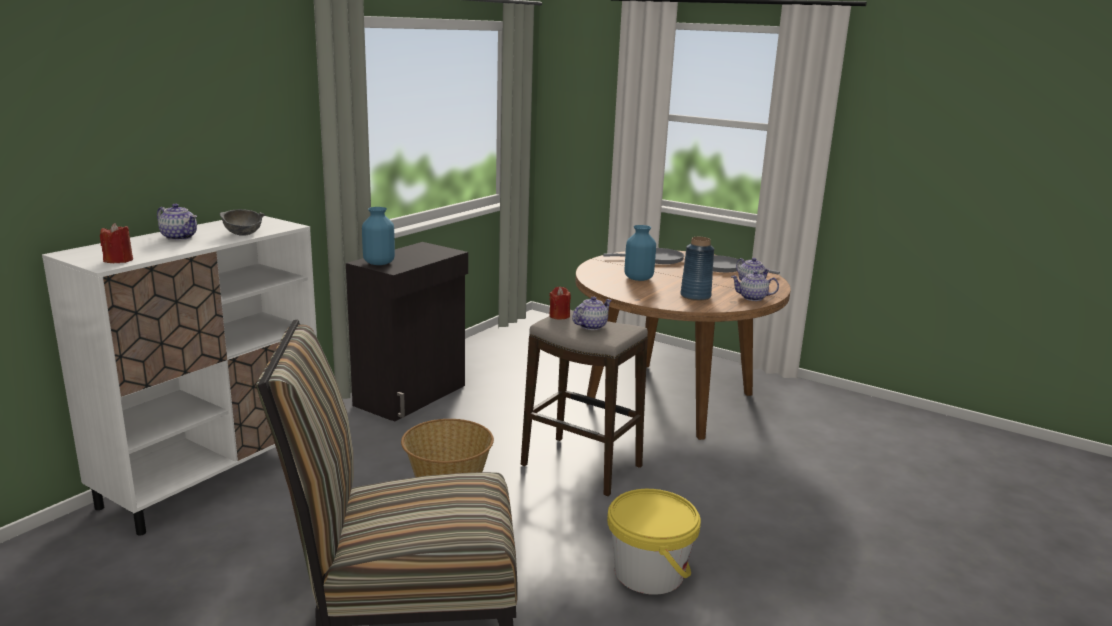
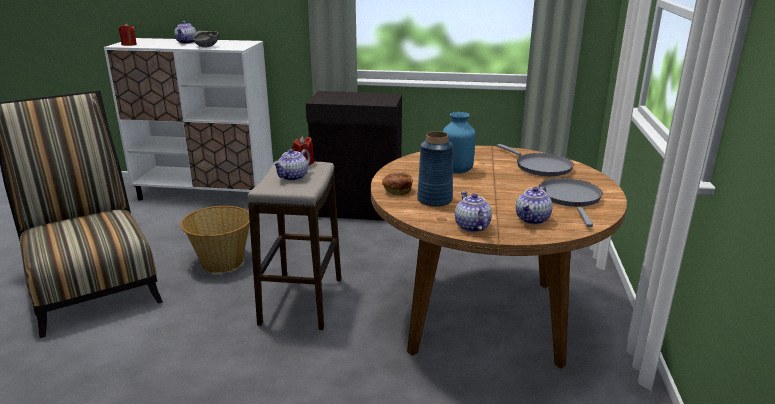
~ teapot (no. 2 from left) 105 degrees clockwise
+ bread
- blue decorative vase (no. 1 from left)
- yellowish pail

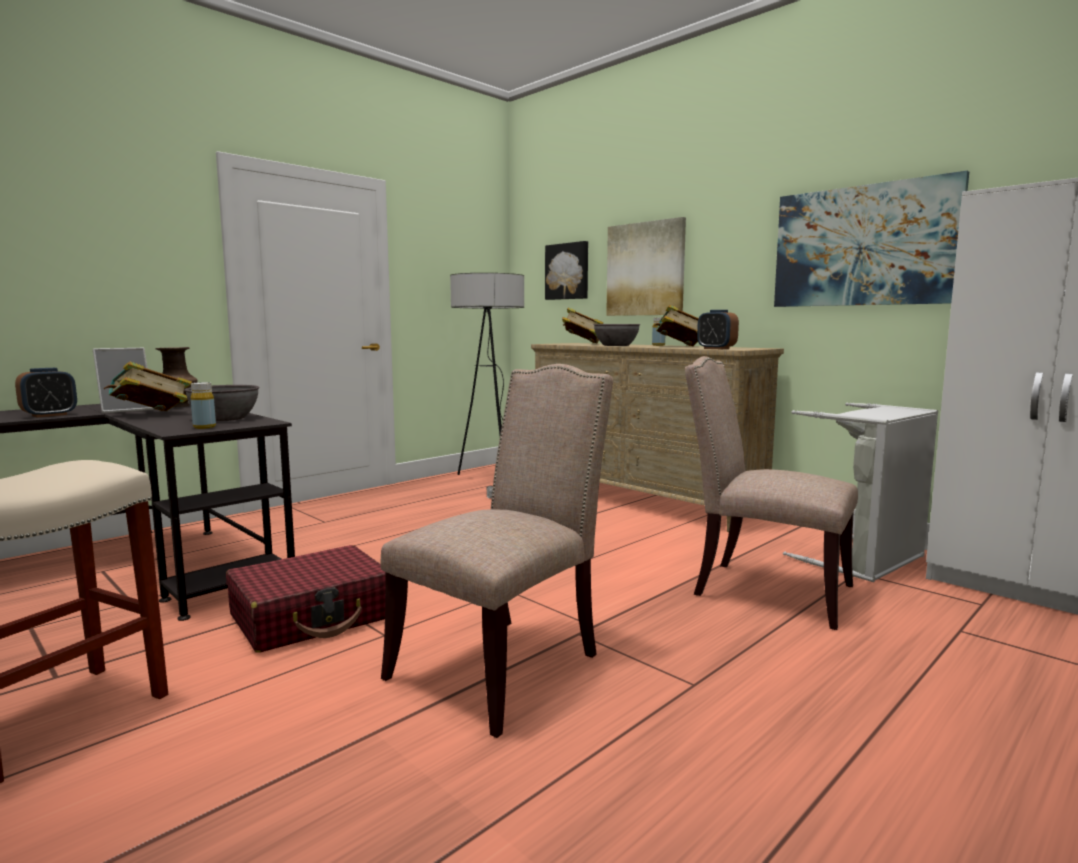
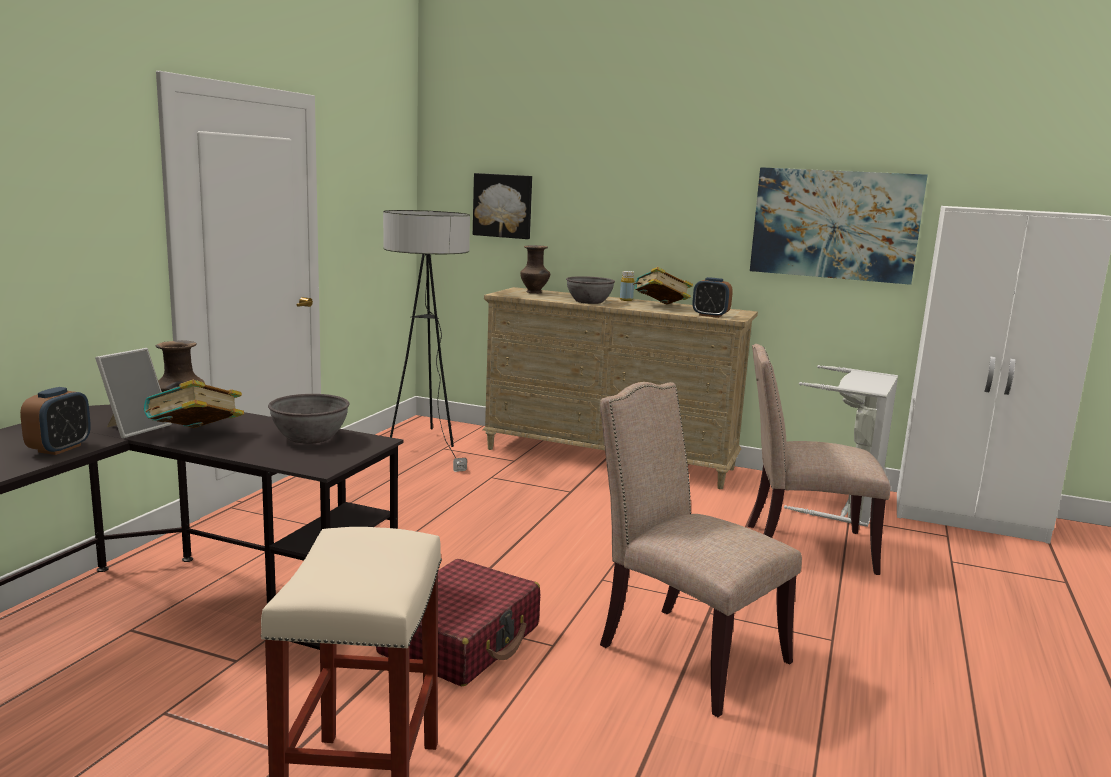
~ book (no. 2 from left) to brown decorative vase (no. 2 from left)
~ beige chair (no. 1 from left) 60 degrees counterclockwise
- yellowish drink bottle (no. 1 from left)
- wall picture (no. 2 from left)

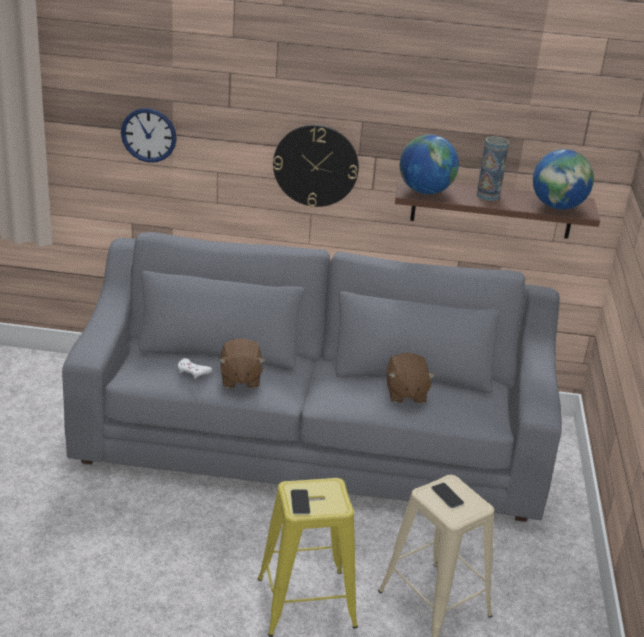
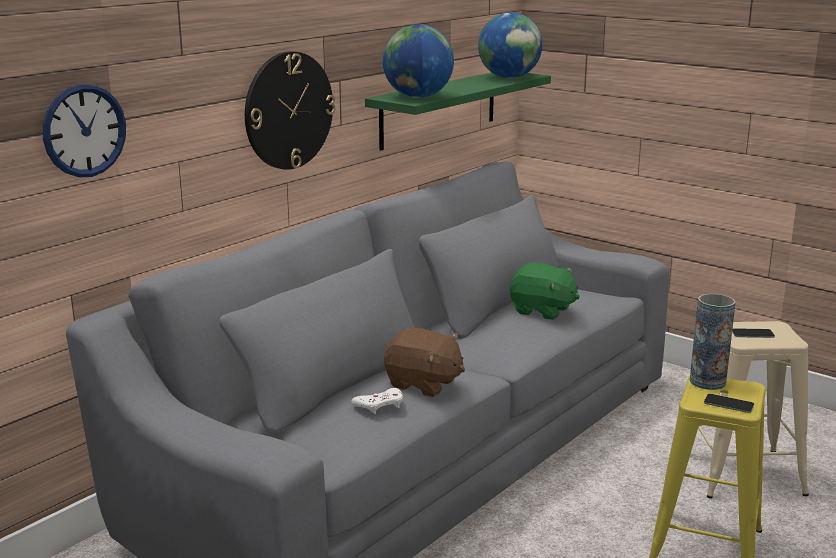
~ brown wall shelf to green wall shelf
~ brown soft toy (no. 2 from left) to green soft toy
~ decorative vase

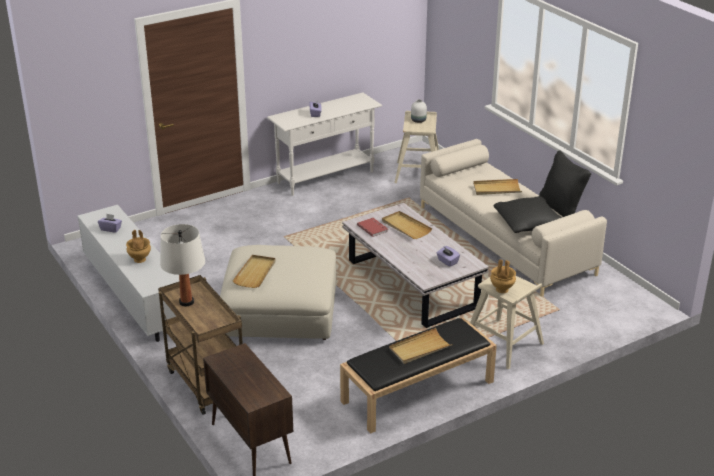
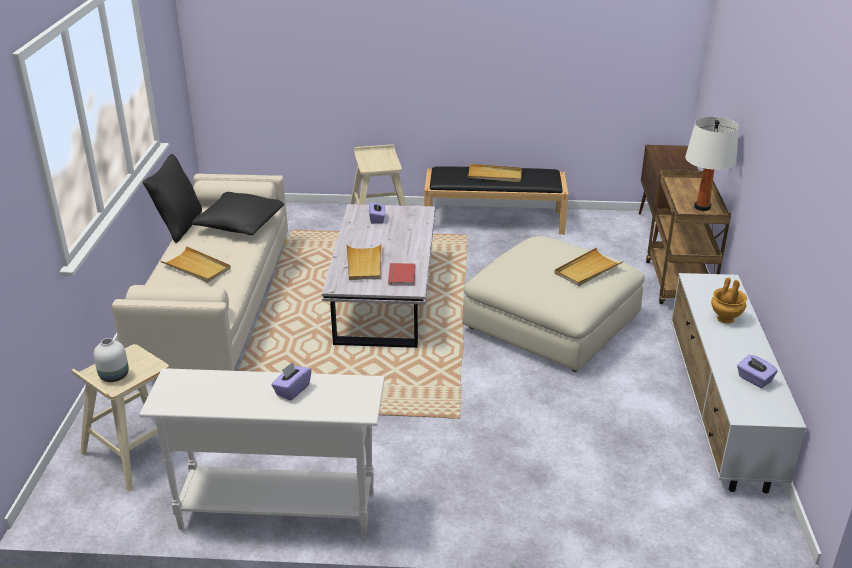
- brown decorative vase (no. 2 from left)

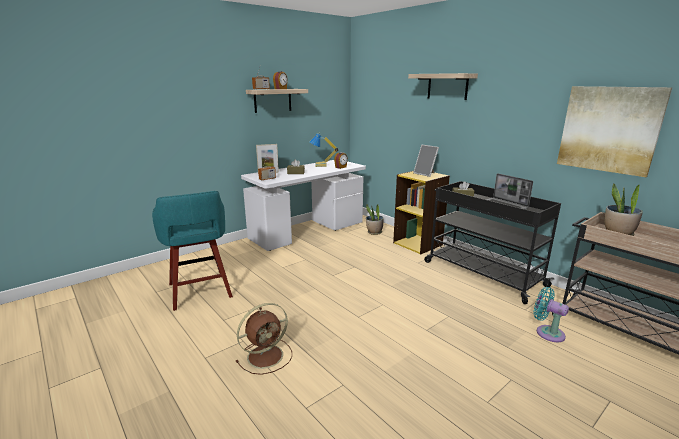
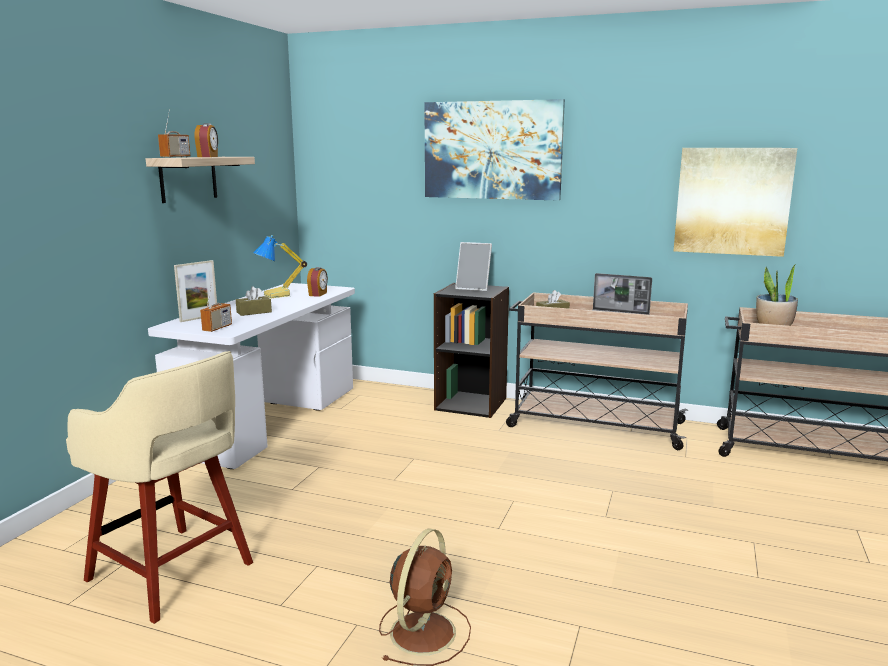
~ turquoise-coloured stool to beige stool
~ wall shelf (no. 2 from left) to wall picture (no. 1 from left)
~ yellowish bookshelf to blackish bookshelf
~ blackish cart to beige cart (no. 1 from left)
- plant in a pot (no. 1 from left)
- turquoise-coloured electric fan

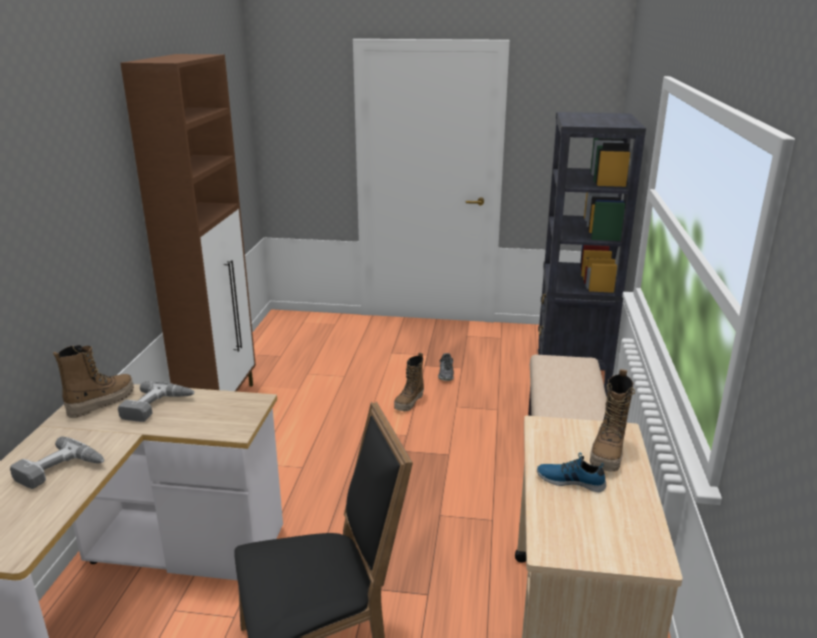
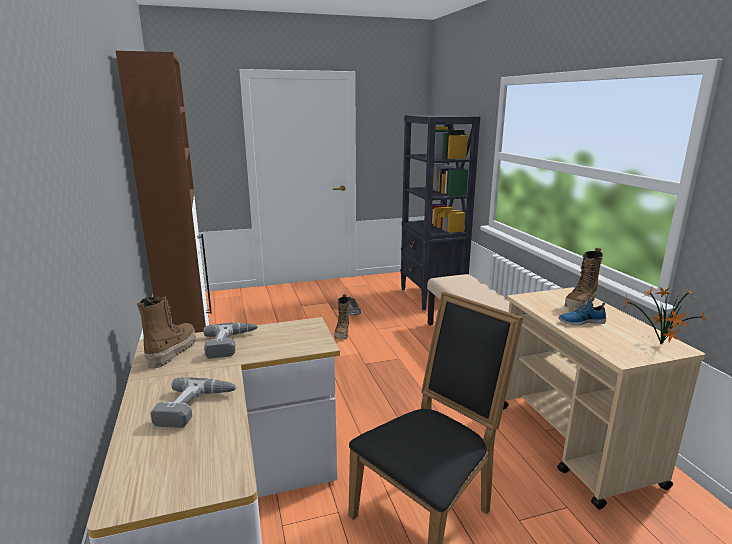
~ high-top boot (no. 3 from left) 45 degrees clockwise
+ plant in a pot

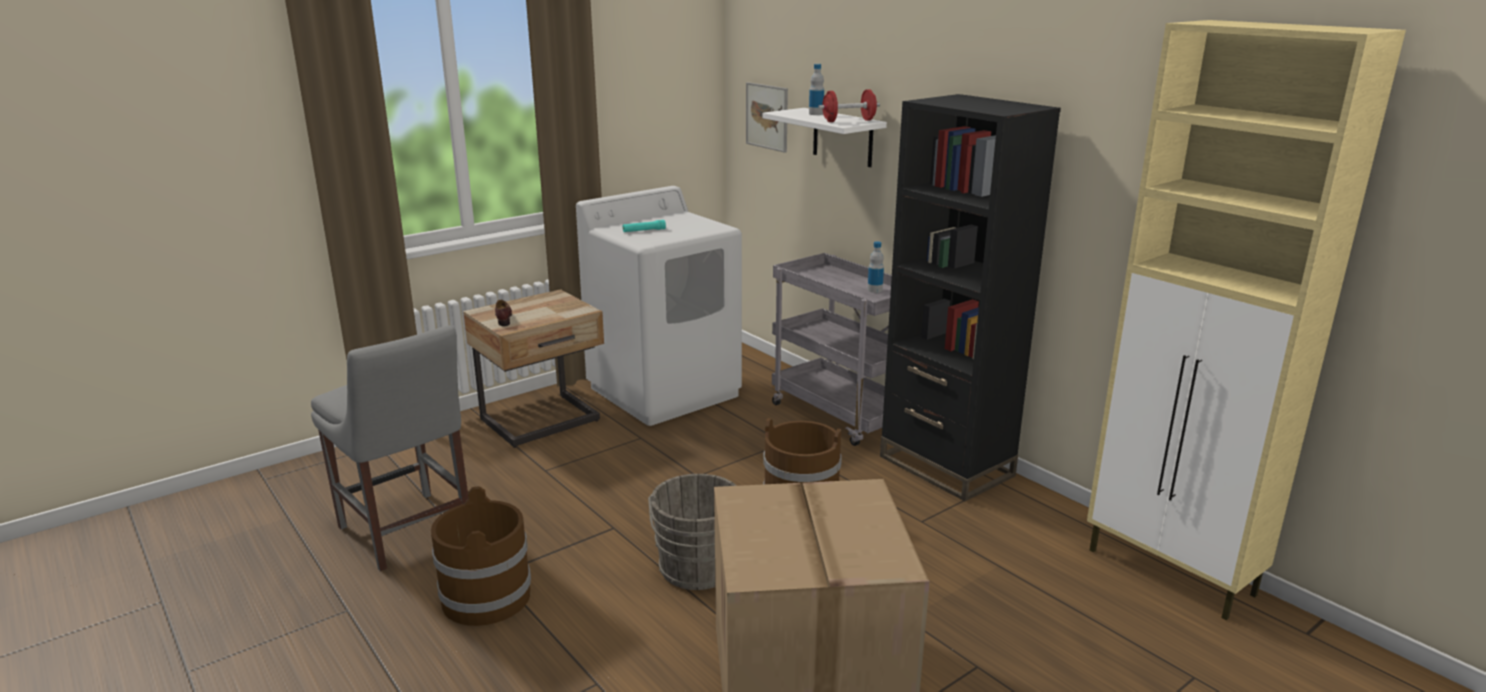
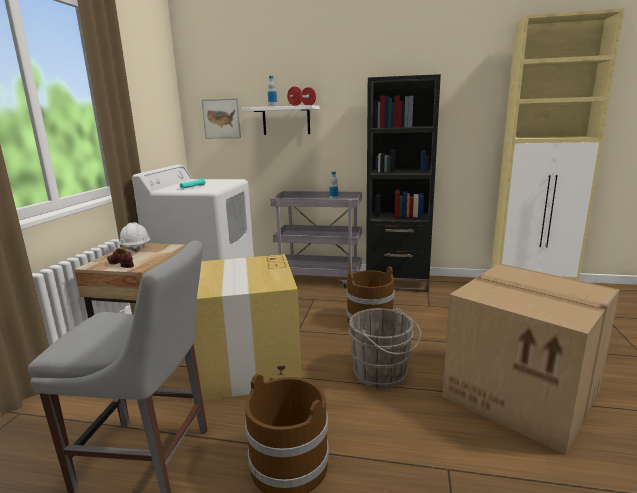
+ white work helmet
+ carton (no. 1 from left)

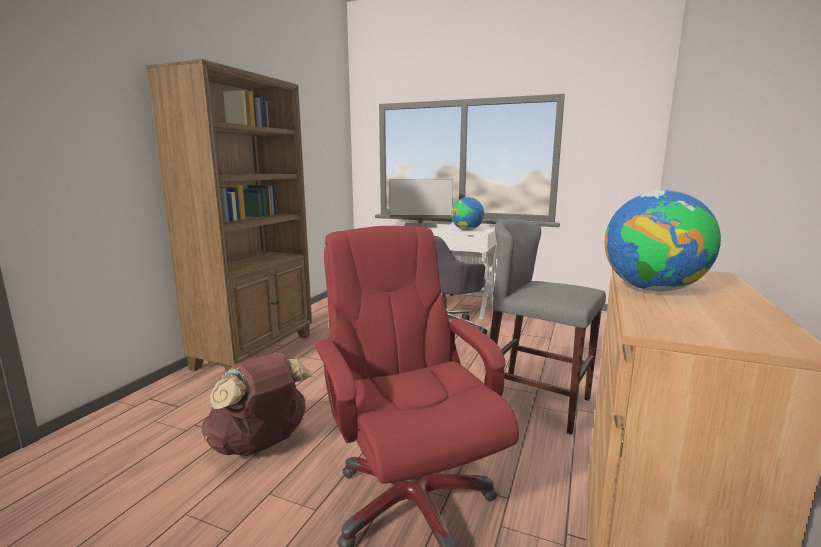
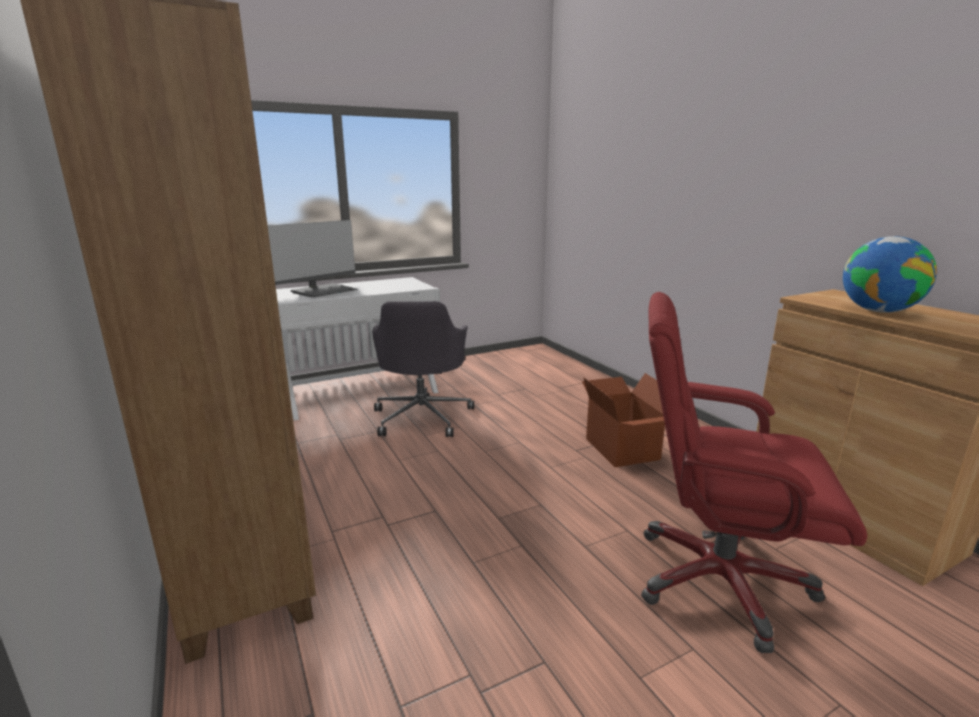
~ greyish stool to carton
- brown knapsack
- desk globe (no. 1 from left)

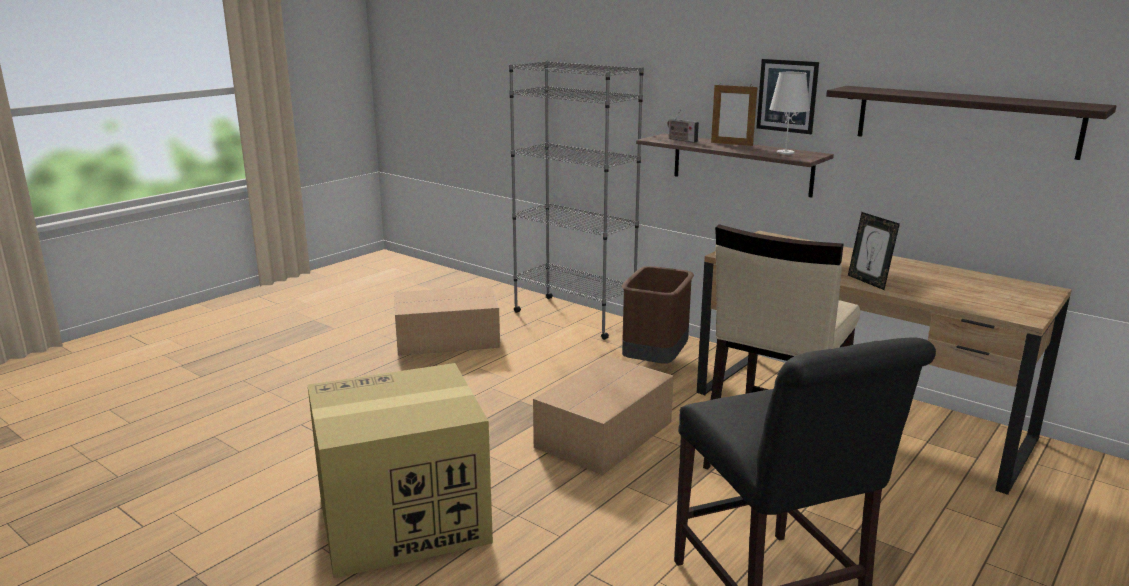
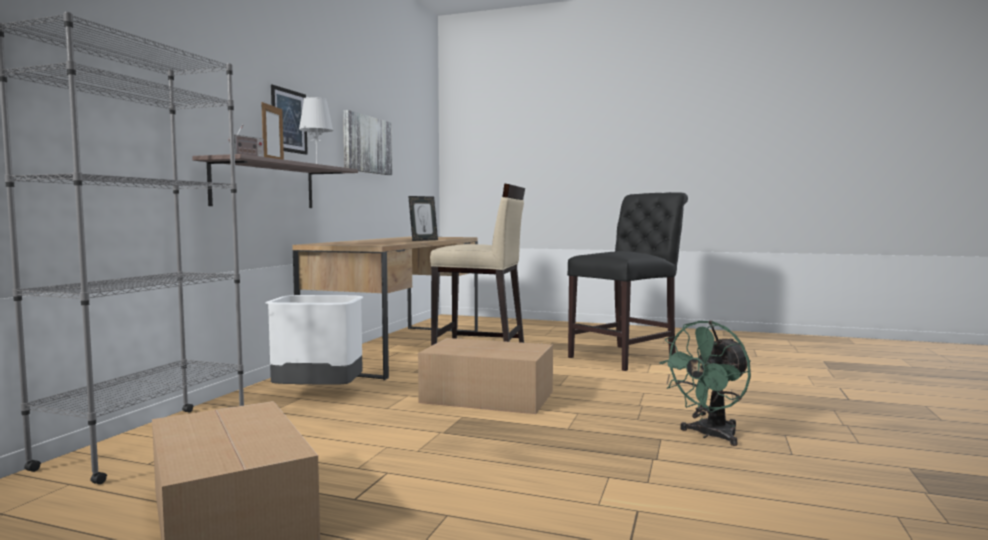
~ brown waste bin to white waste bin
~ wall shelf (no. 2 from left) to wall picture (no. 2 from left)
~ carton (no. 1 from left) to green electric fan

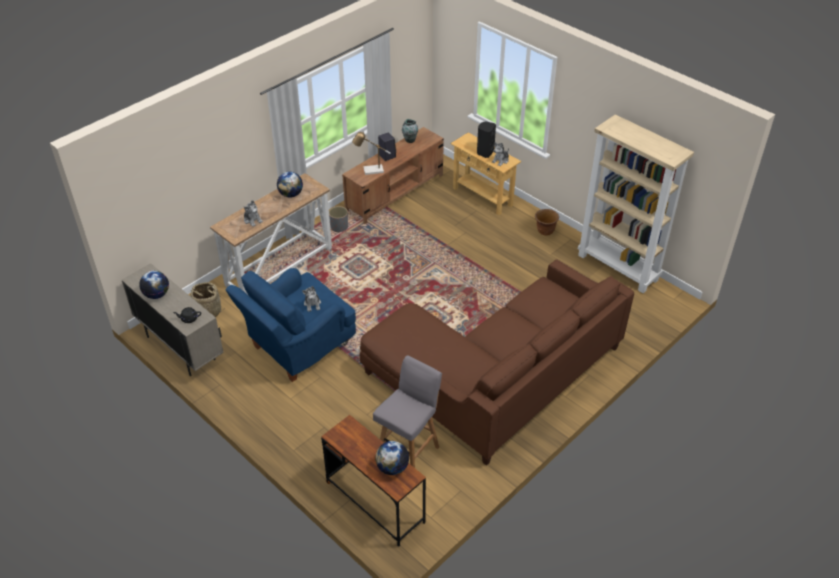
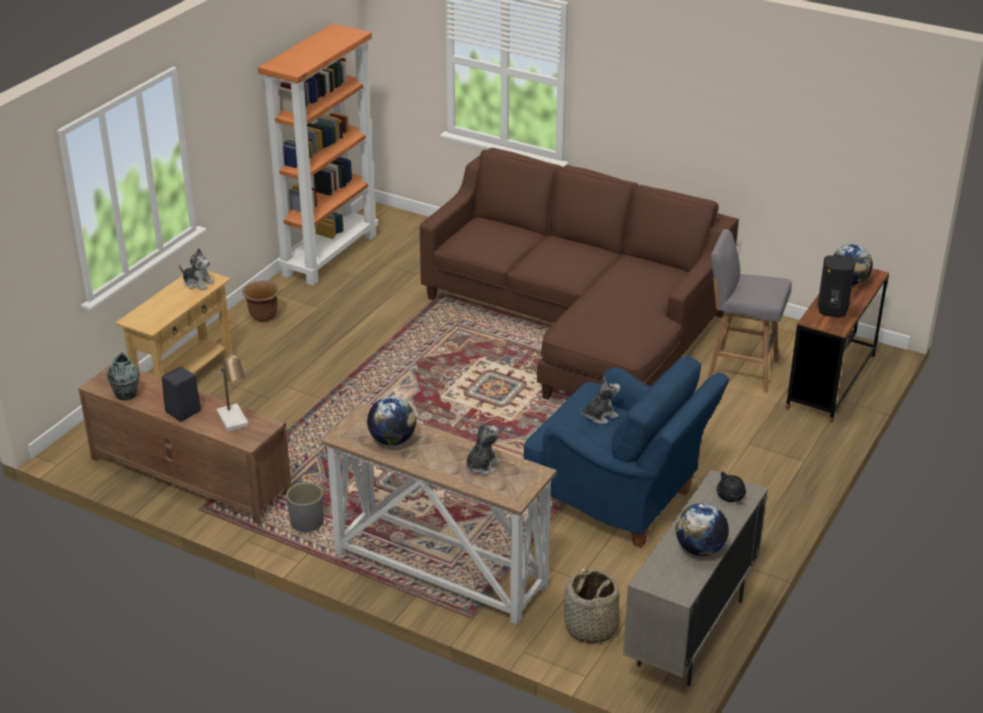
~ beige bookshelf to orange bookshelf
~ blackish speaker (no. 2 from left)

